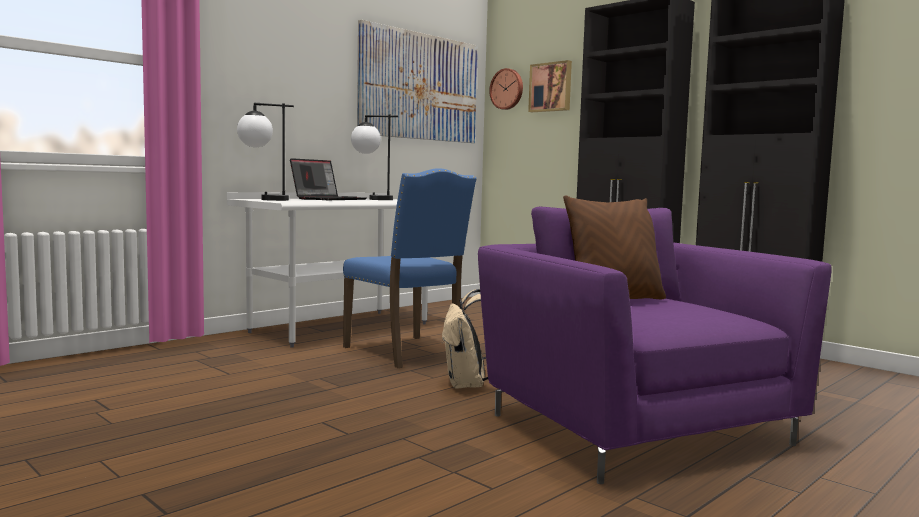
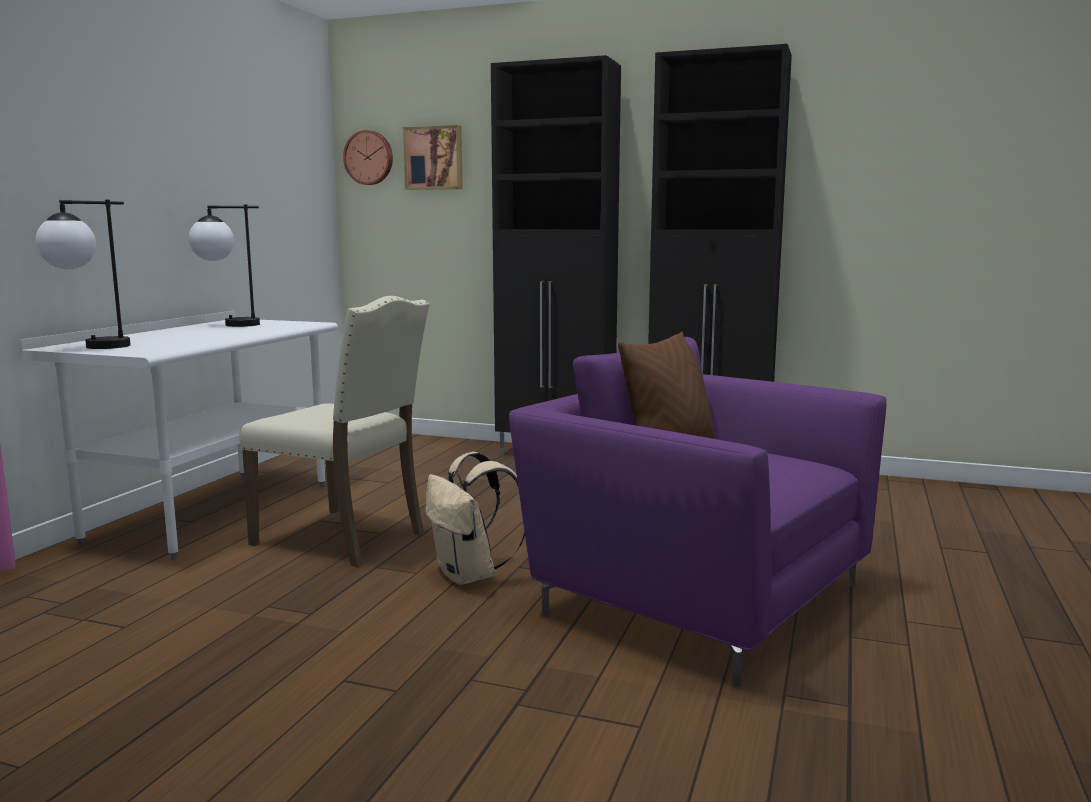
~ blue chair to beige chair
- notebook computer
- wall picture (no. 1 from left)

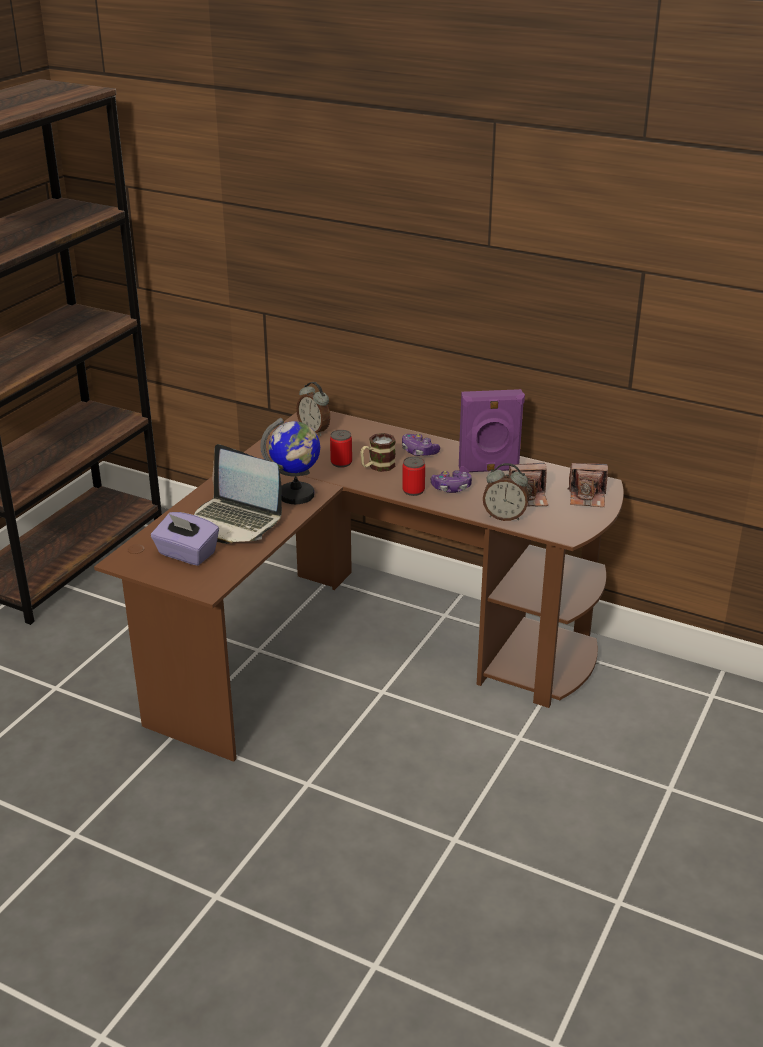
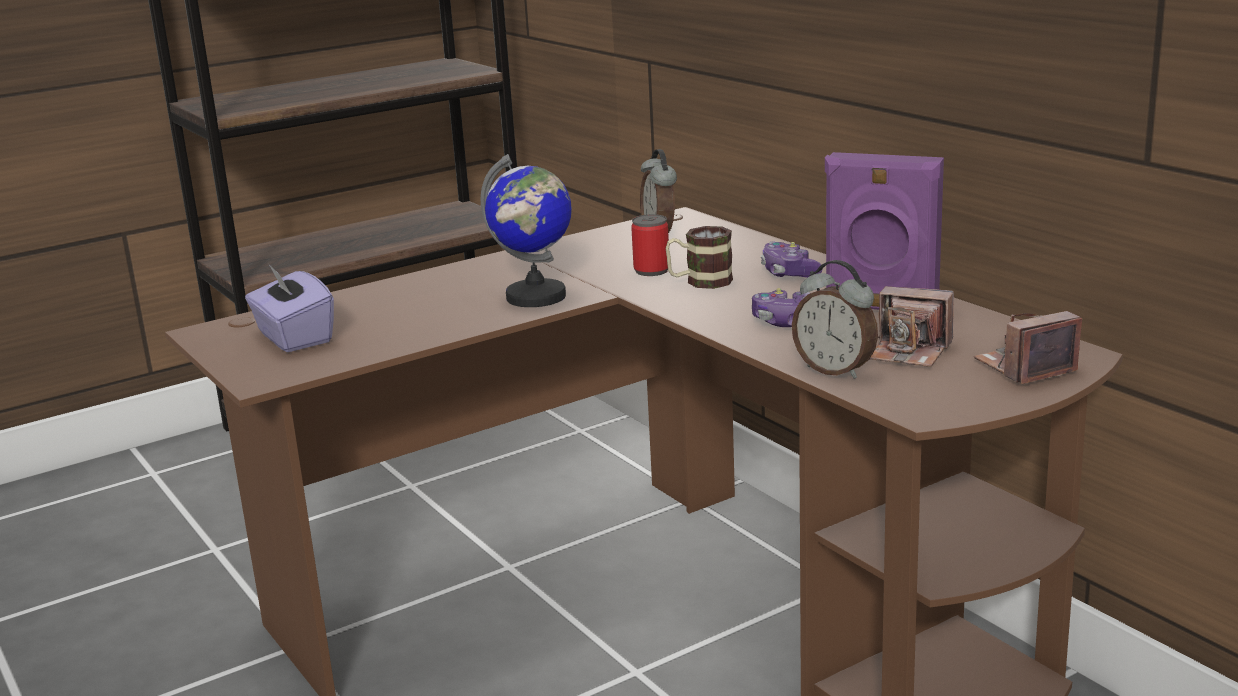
~ photo camera (no. 2 from left) 120 degrees clockwise
- notebook computer
- can (no. 2 from left)

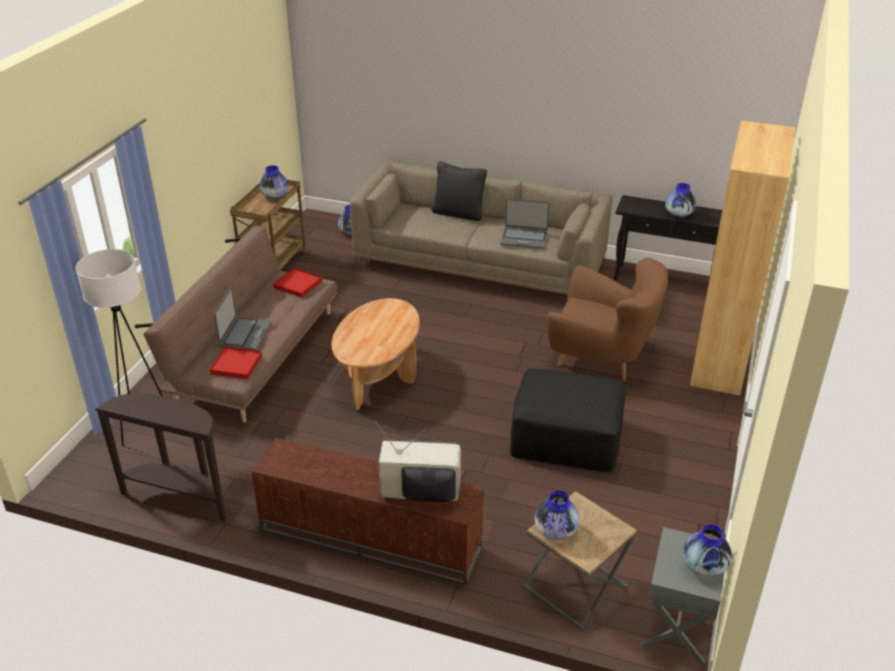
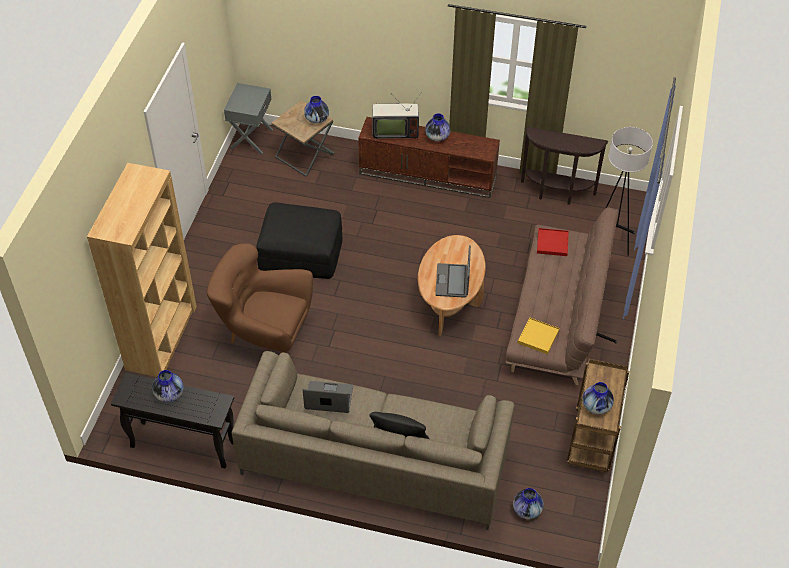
~ decorative vase (no. 5 from left in the first image) to decorative vase (no. 3 from left)
~ notebook computer (no. 1 from left in the first image) to notebook computer (no. 2 from left)
~ reddish tray (no. 2 from left) to yellowish tray

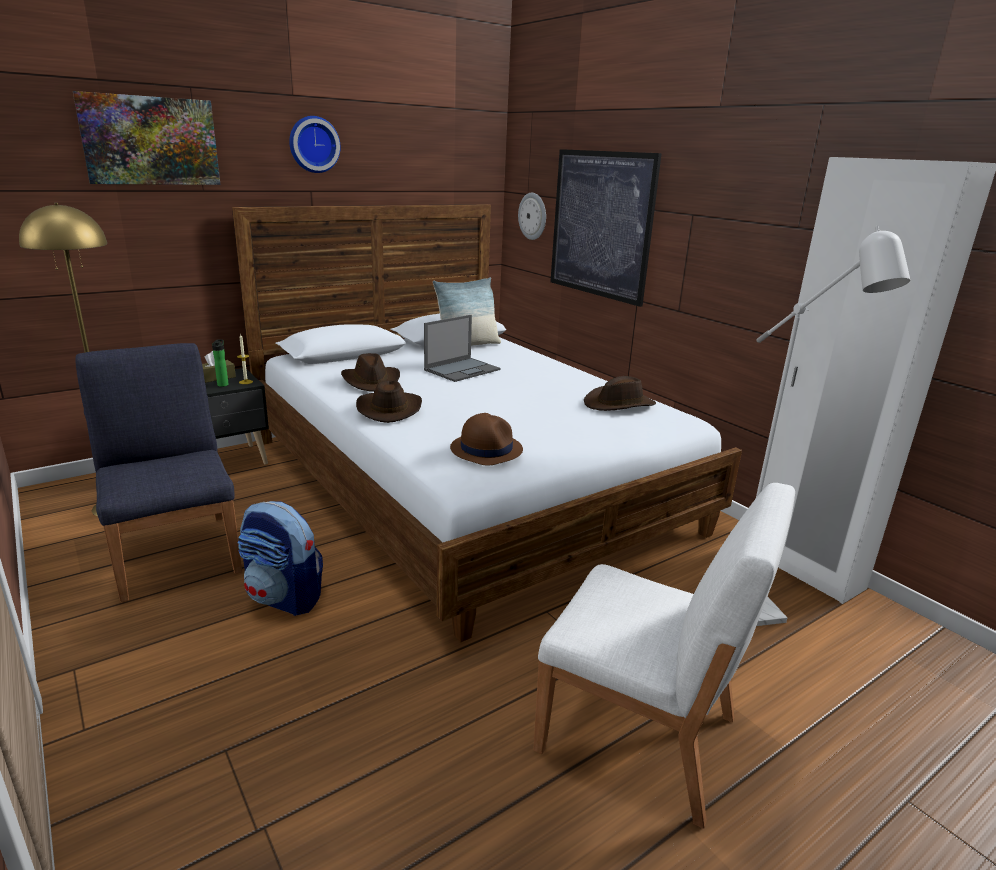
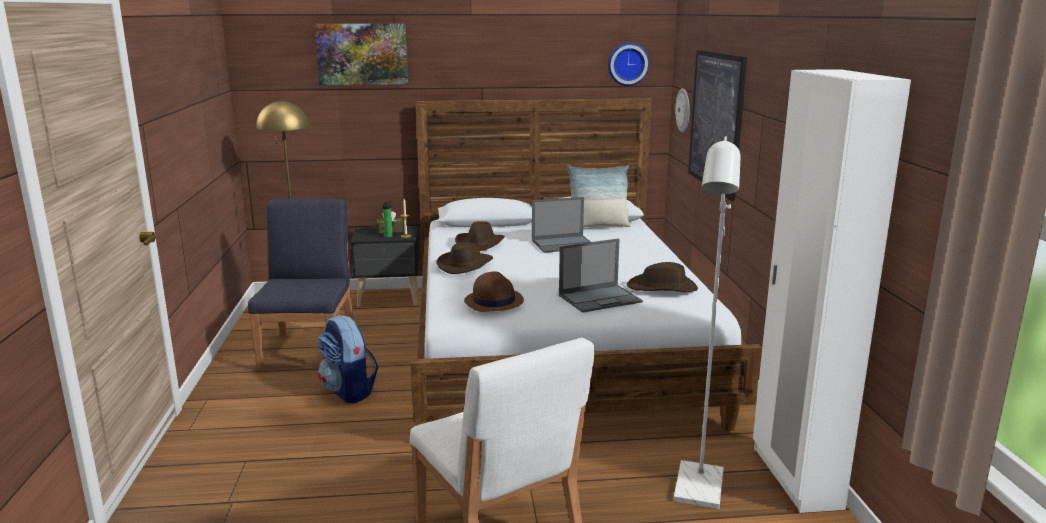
+ notebook computer (no. 2 from left)
~ hanging clock (no. 1 from left)

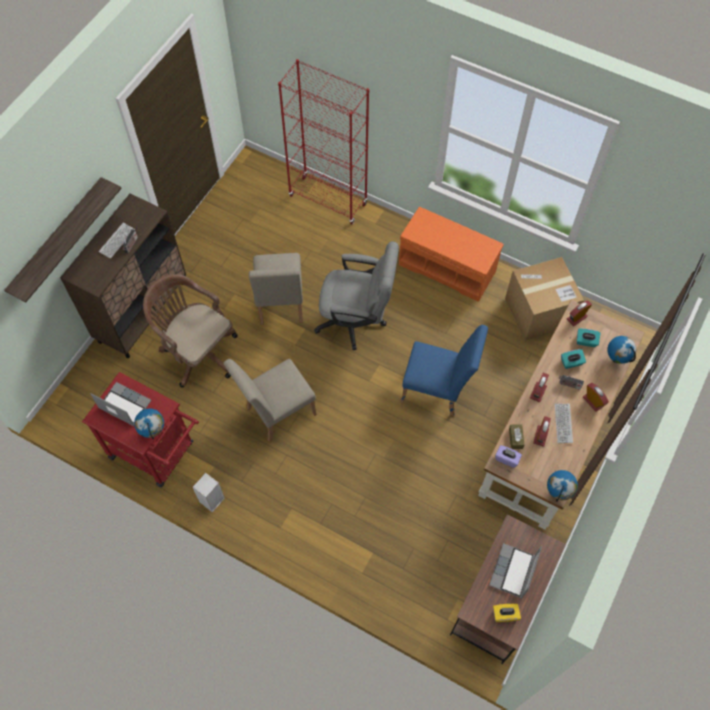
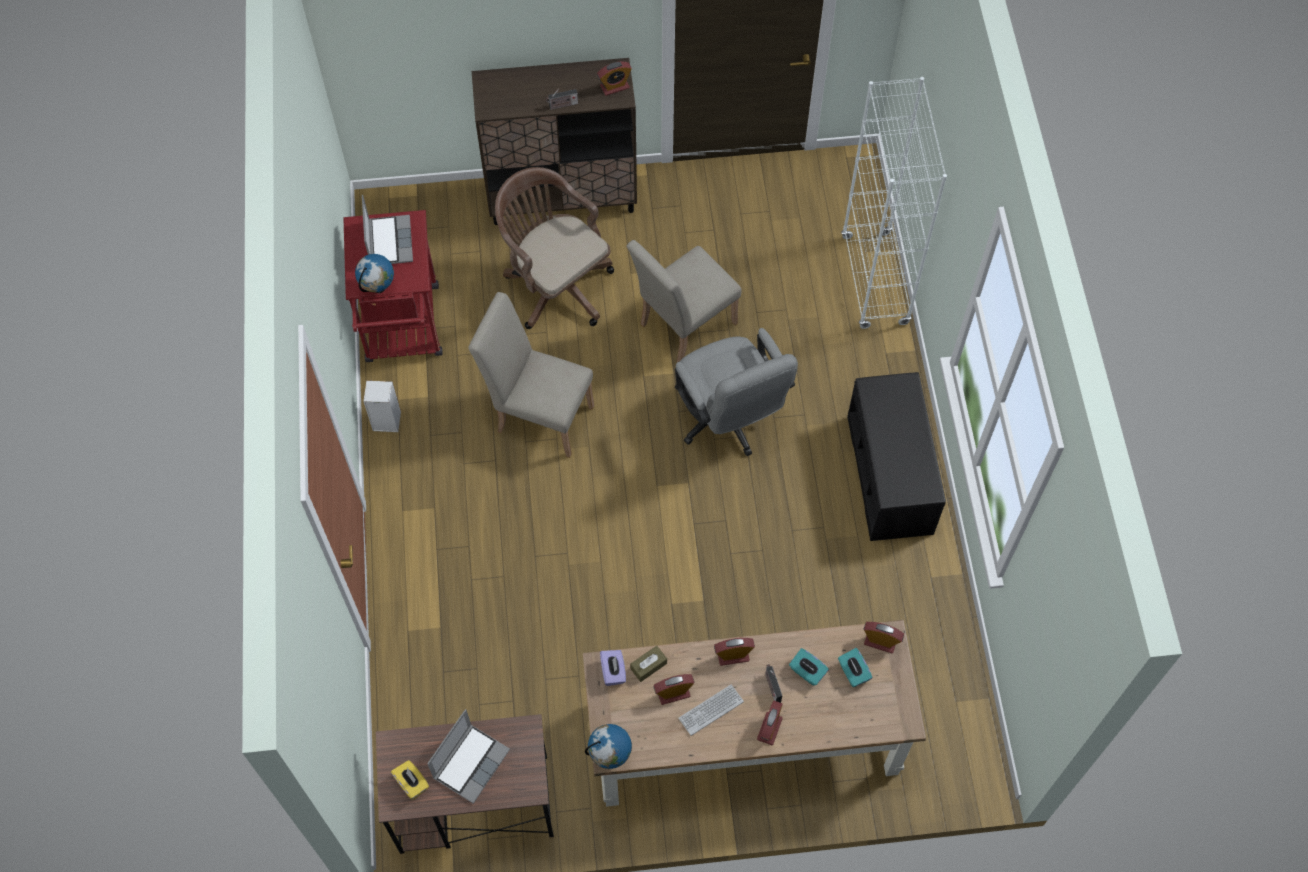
~ notebook computer (no. 2 from left) 135 degrees clockwise
~ brown computer chair 45 degrees counterclockwise
+ alarm clock (no. 1 from left)
~ reddish bookshelf to white bookshelf
~ orange long seat to blackish long seat
- wall shelf
- keyboard (no. 1 from left)
- blue chair
- carton
- desk globe (no. 3 from left)

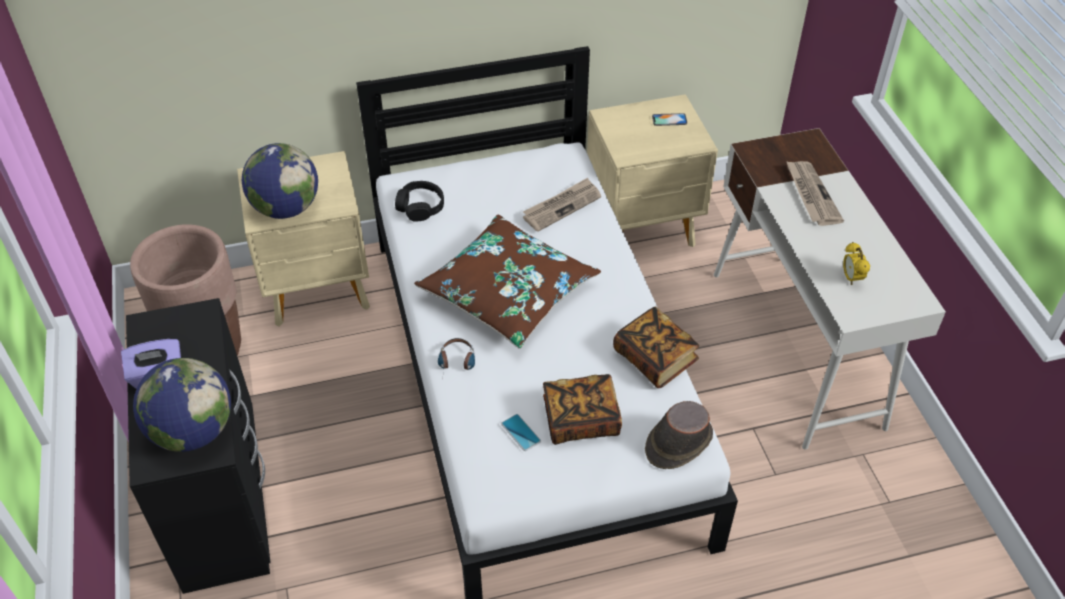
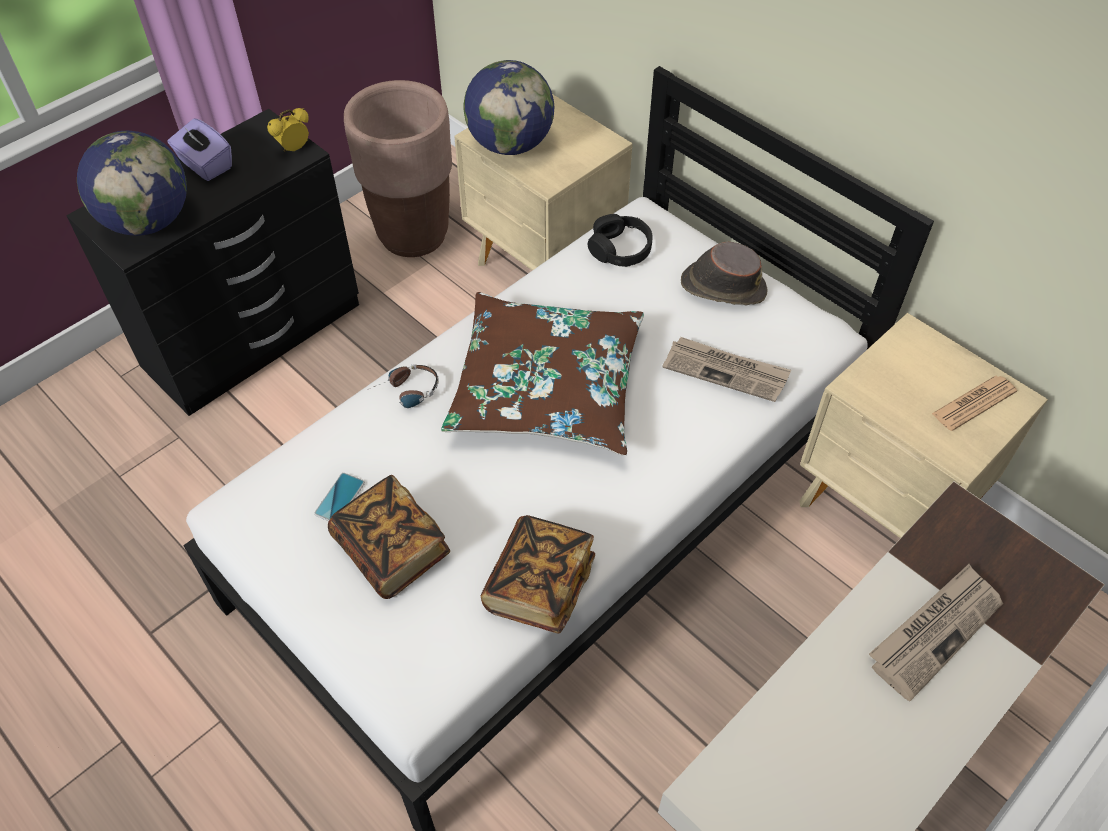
~ alarm clock
~ brown clothing hat
~ handset (no. 2 from left) to daily paper (no. 3 from left)

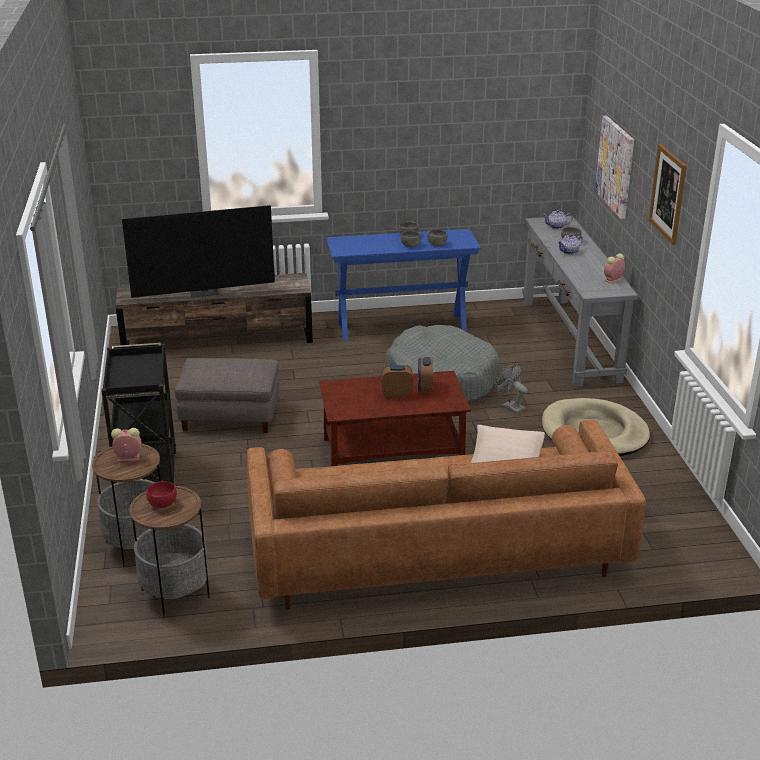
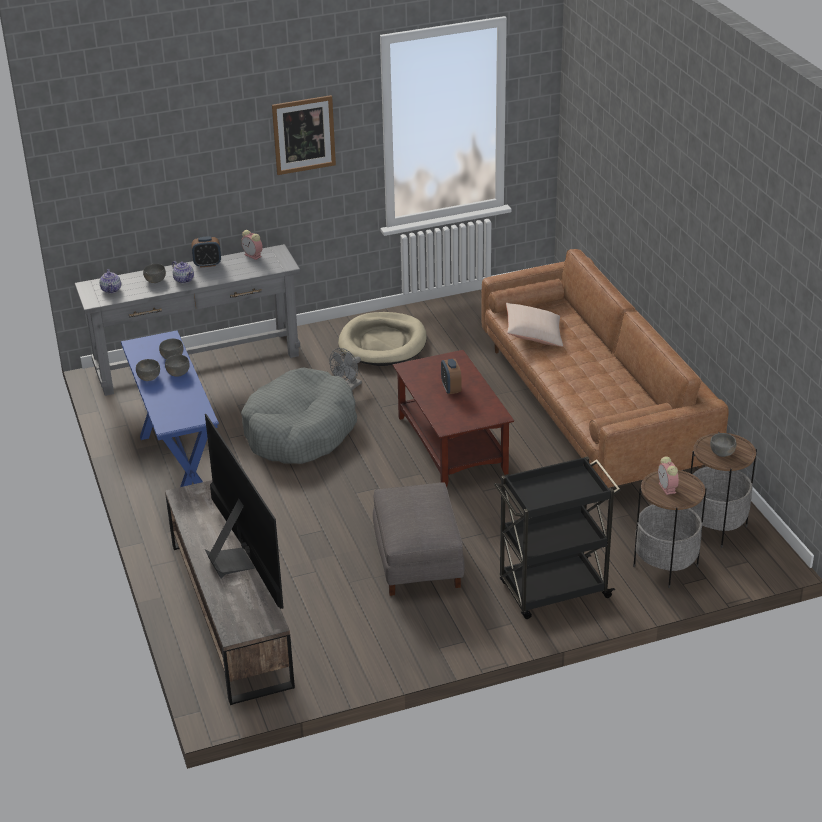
~ alarm clock (no. 3 from left in the first image) to alarm clock (no. 1 from left)
~ reddish deep dish to greyish deep dish (no. 5 from left)
- wall picture (no. 1 from left)

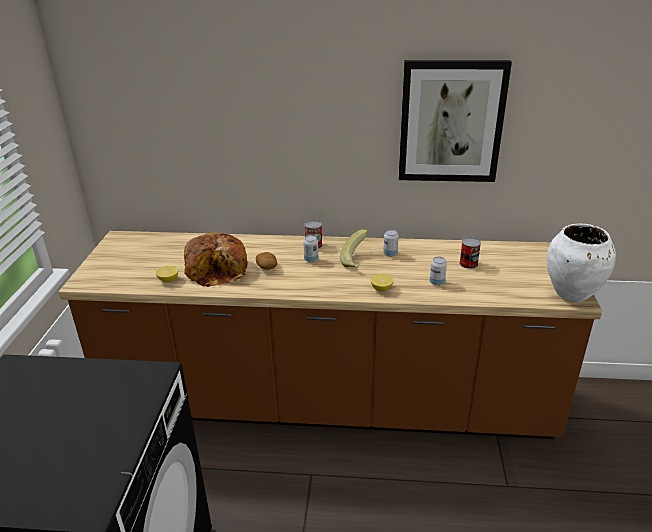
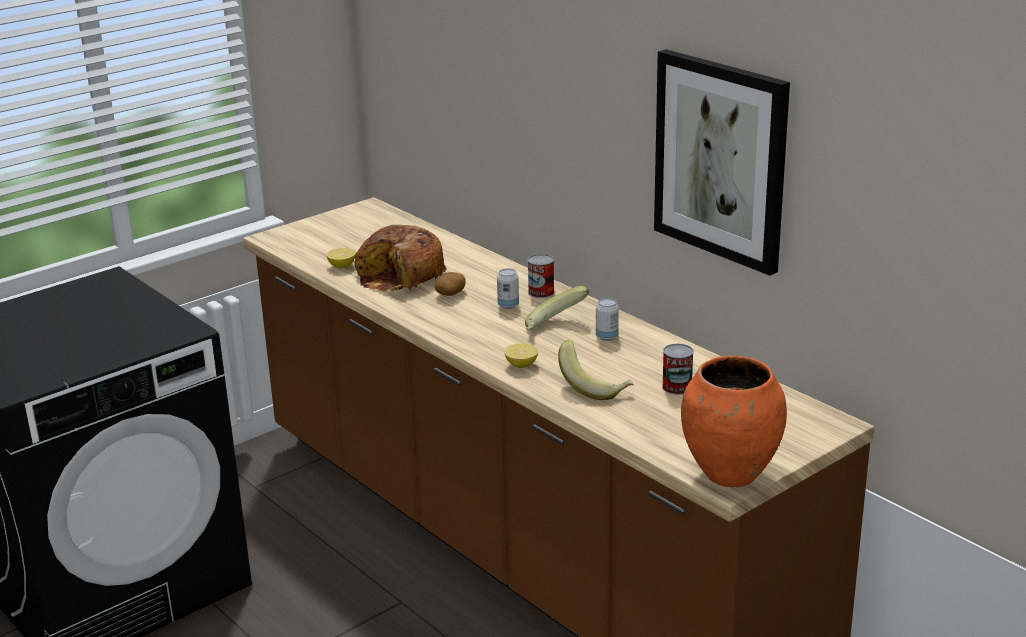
~ can (no. 4 from left) to whole banana (no. 2 from left)
~ white decorative vase to orange decorative vase

